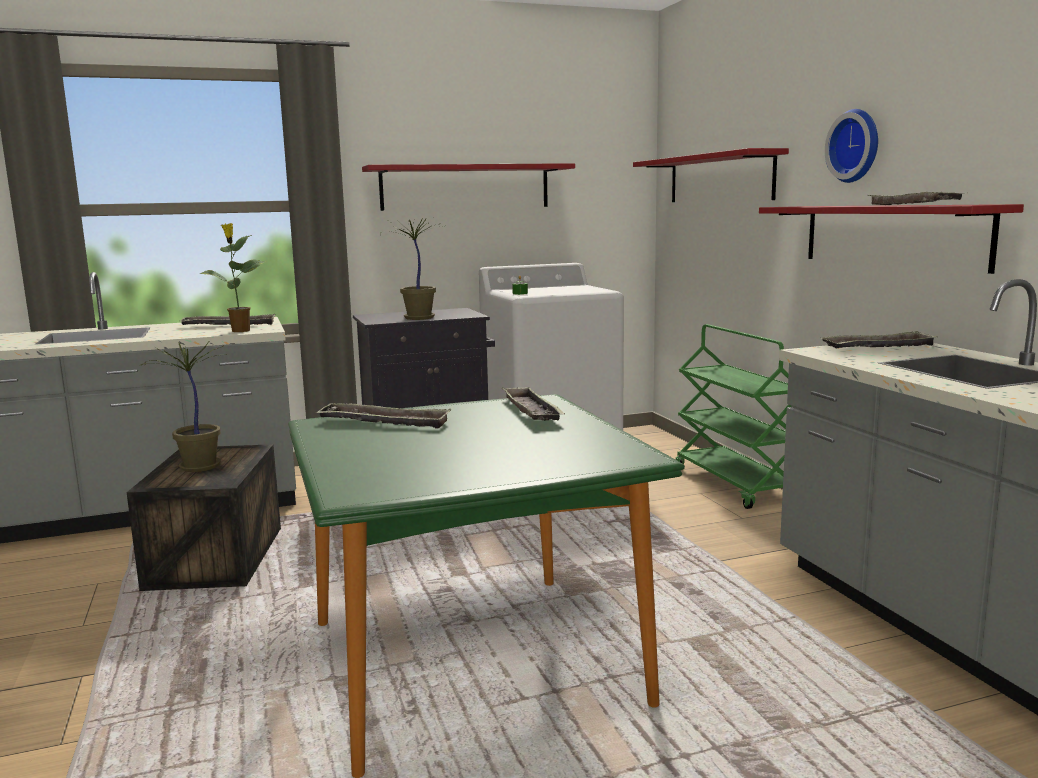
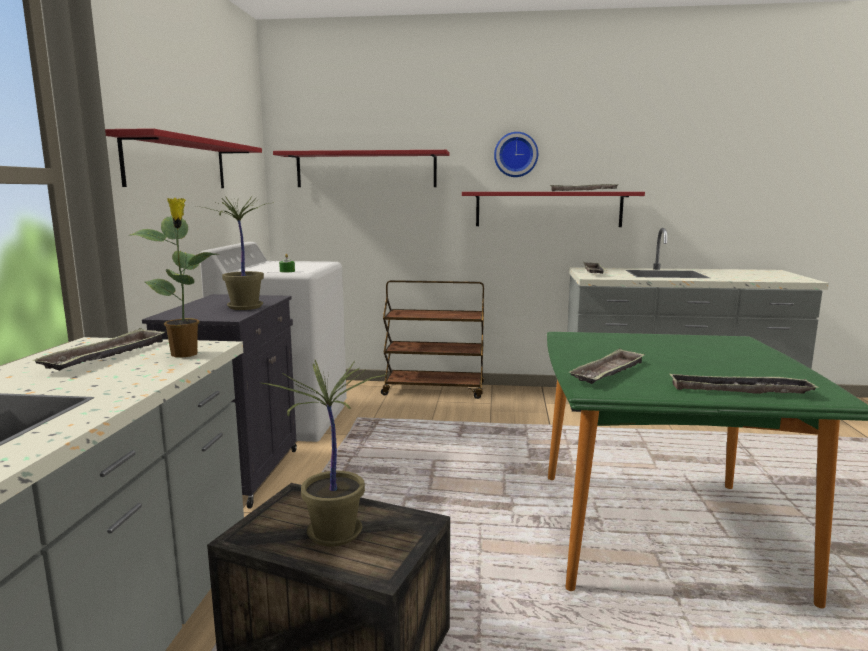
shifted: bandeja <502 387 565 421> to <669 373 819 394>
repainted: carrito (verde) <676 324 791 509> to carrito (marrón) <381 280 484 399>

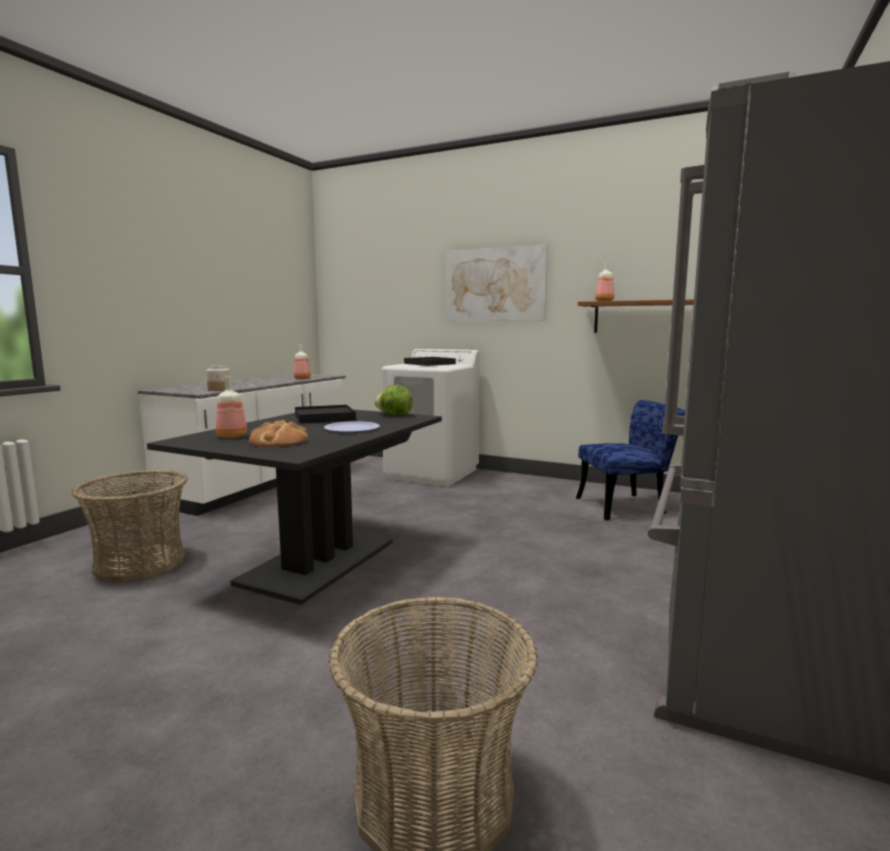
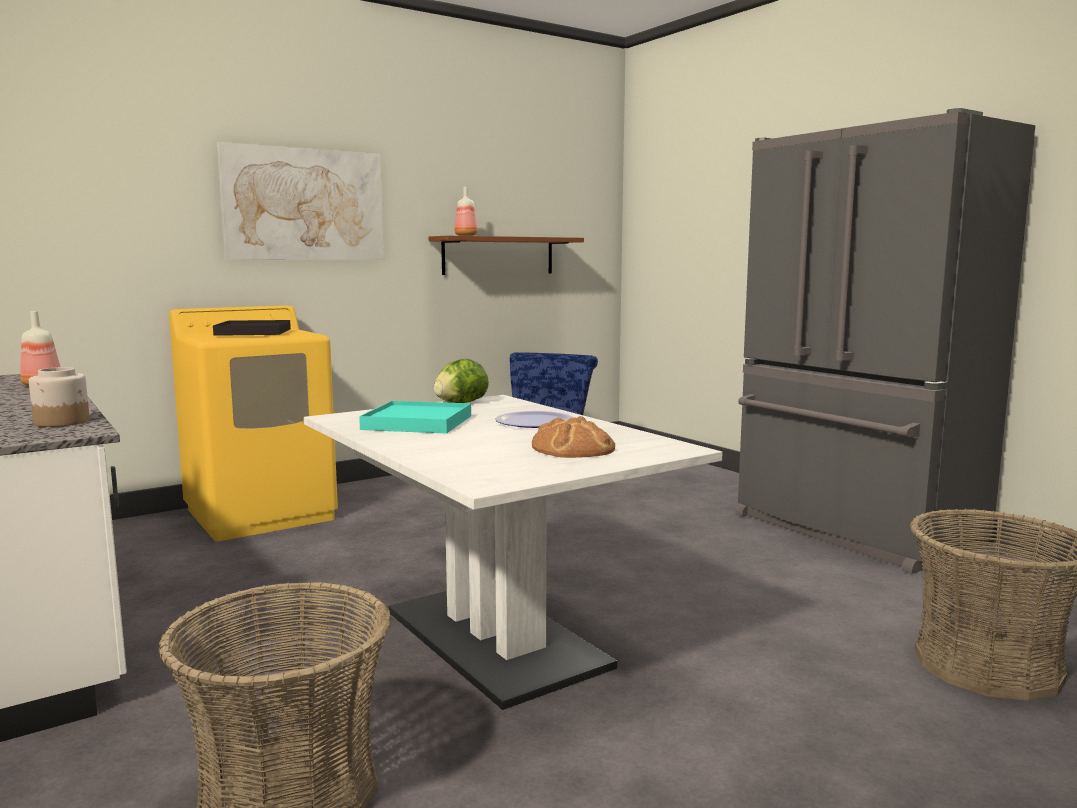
gone: botella <216 376 247 438>
repainted: mesa de comedor (negro) <147 409 442 605> to mesa de comedor (blanco) <304 395 722 710>; bandeja (negro) <295 405 356 424> to bandeja (turquesa) <359 401 471 434>; lavadora (blanco) <381 349 479 487> to lavadora (amarillo) <169 305 338 541>

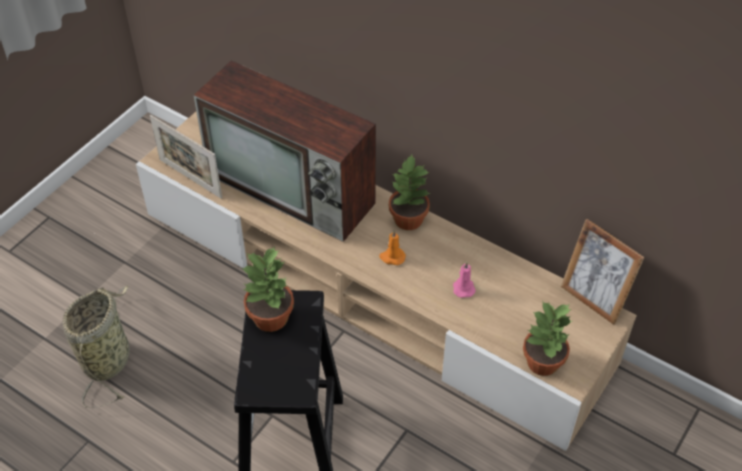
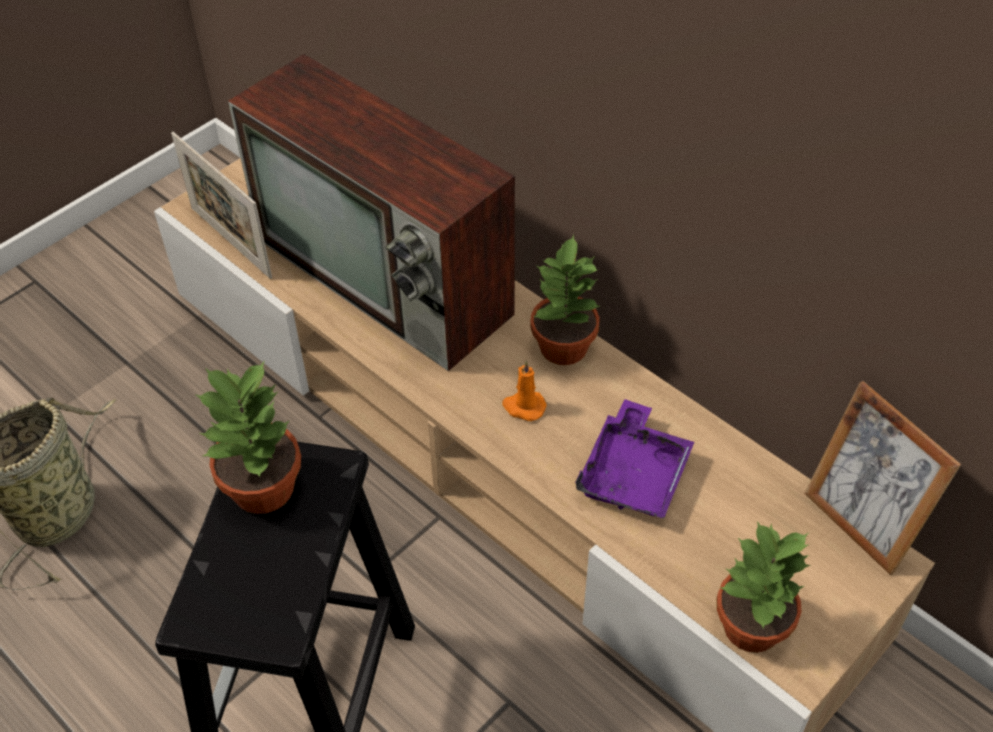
swapped: vela (rosa) <453 262 476 298> to bandeja (morado) <575 399 694 519>

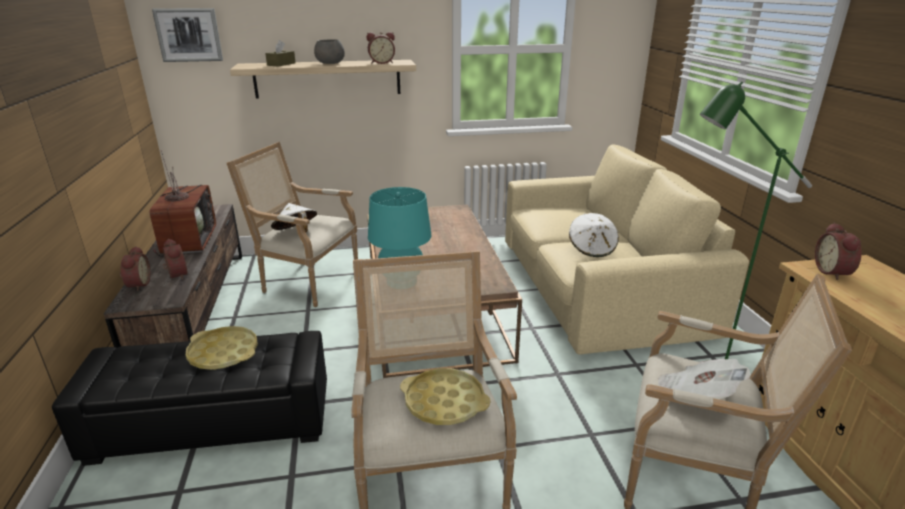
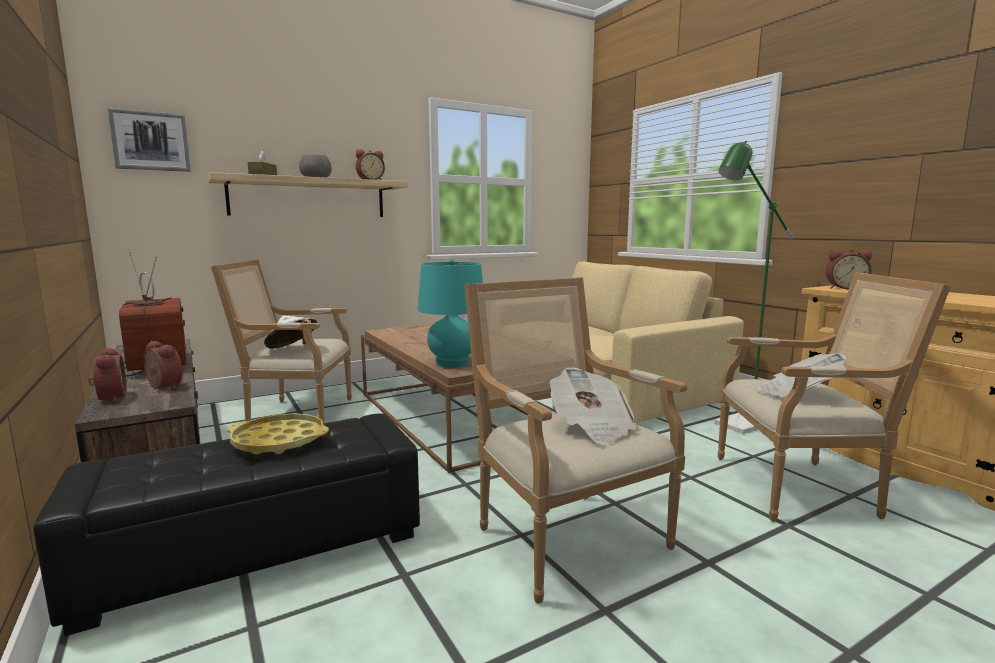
gone: sombrero (blanco) <569 213 619 257>
swapped: bandeja (amarillo) <400 368 491 425> to periódico <549 367 637 445>
rotated: despertador <815 223 862 280> = <826 249 872 289> 60 degrees counterclockwise

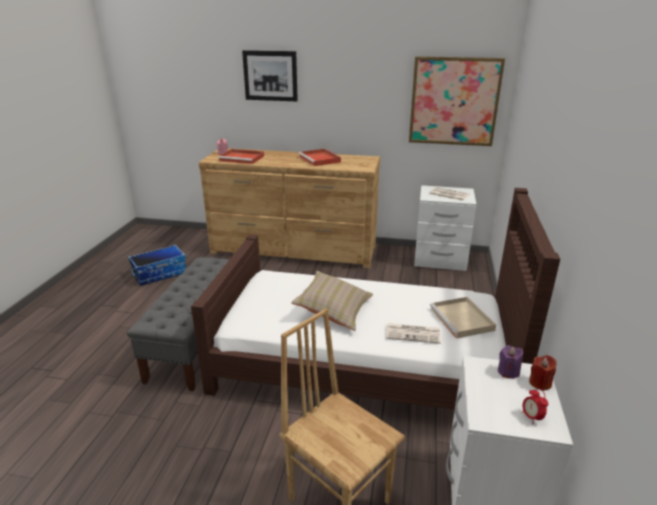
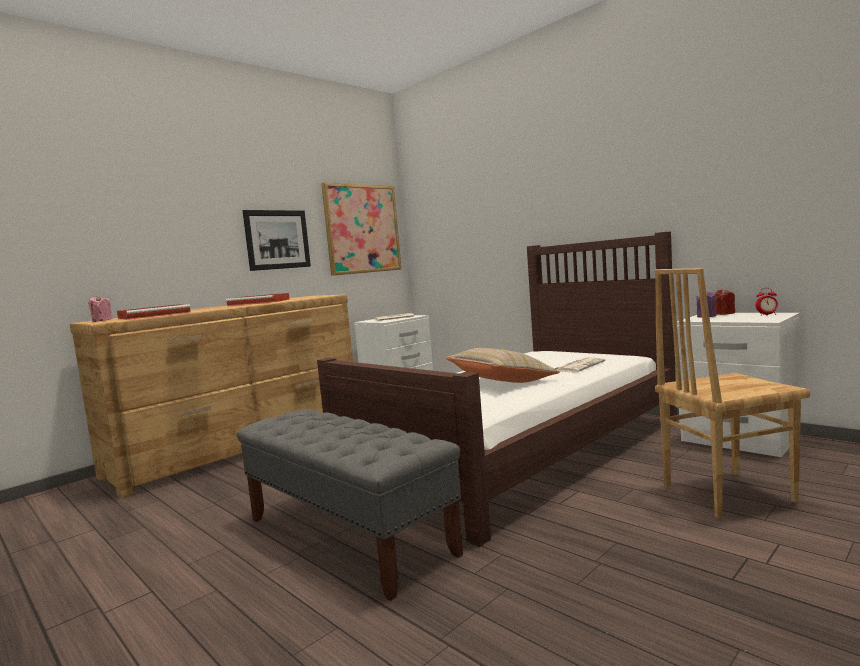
gone: caja de almacenaje <128 245 186 286>; bandeja (beis) <430 297 496 339>
shifted: cuadro <242 50 298 101> to <242 210 311 271>

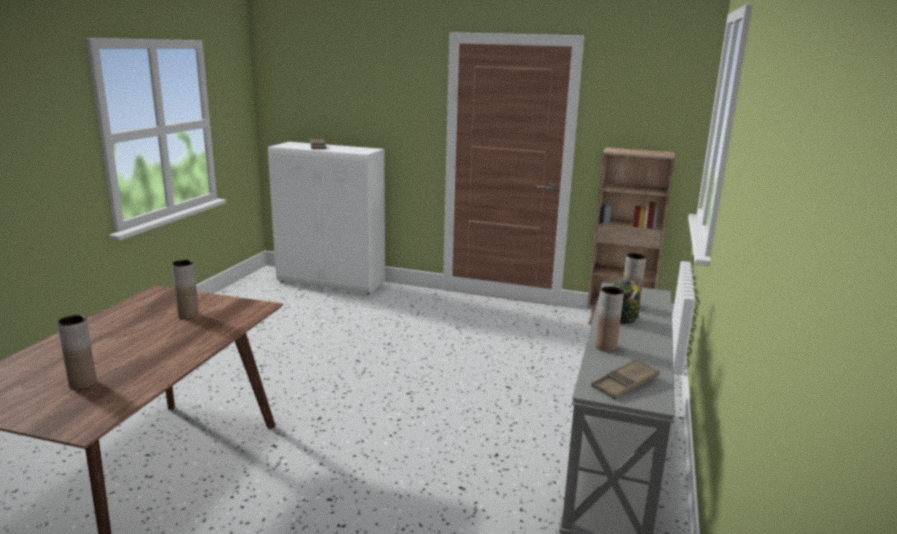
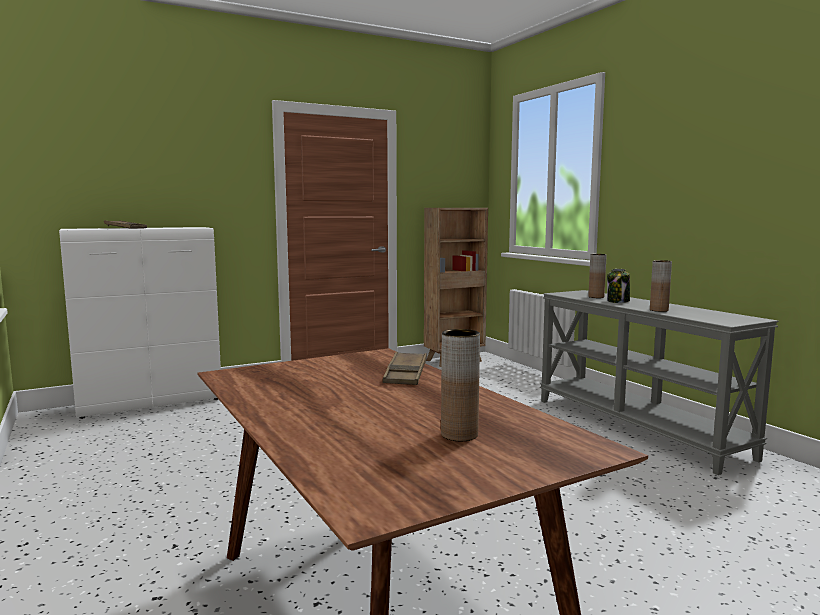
gone: florero (marrón) <172 260 199 319>
shifted: bandeja (marrón) <591 359 660 399> to <383 352 427 385>

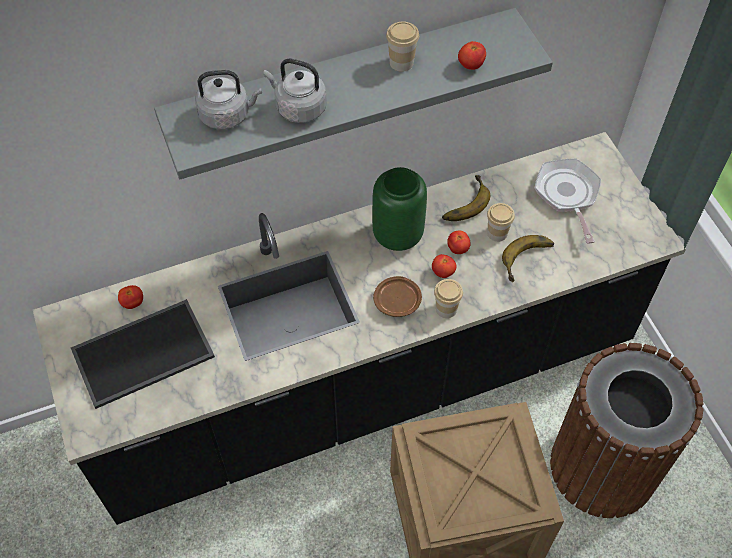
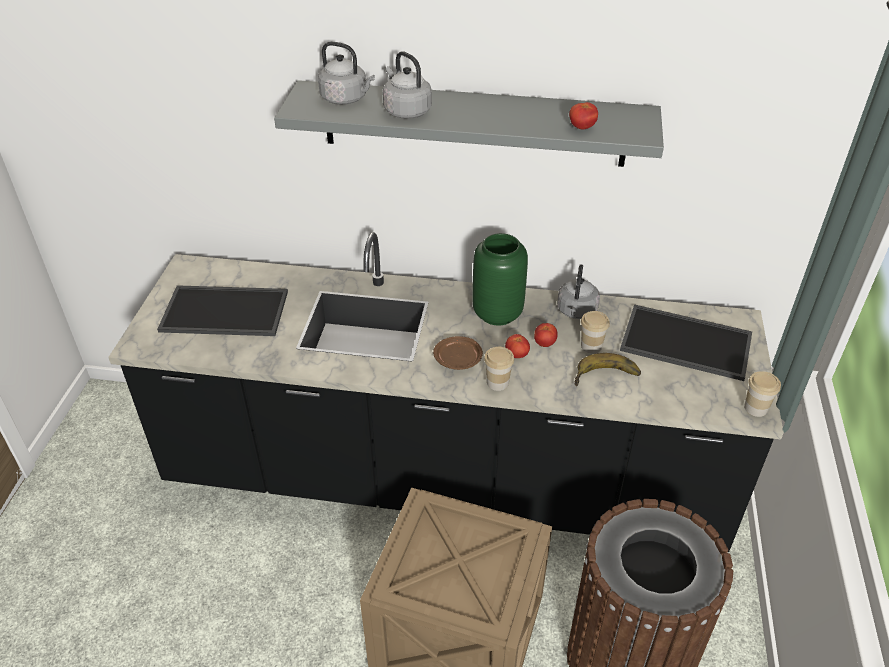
gone: tomate <118 285 143 309>
shifted: taza <386 21 419 72> to <744 371 781 417>
swapped: plátano <442 175 490 221> to hervidor (gris) <557 264 600 319>; sartén <535 159 601 244> to bandeja <620 304 752 381>

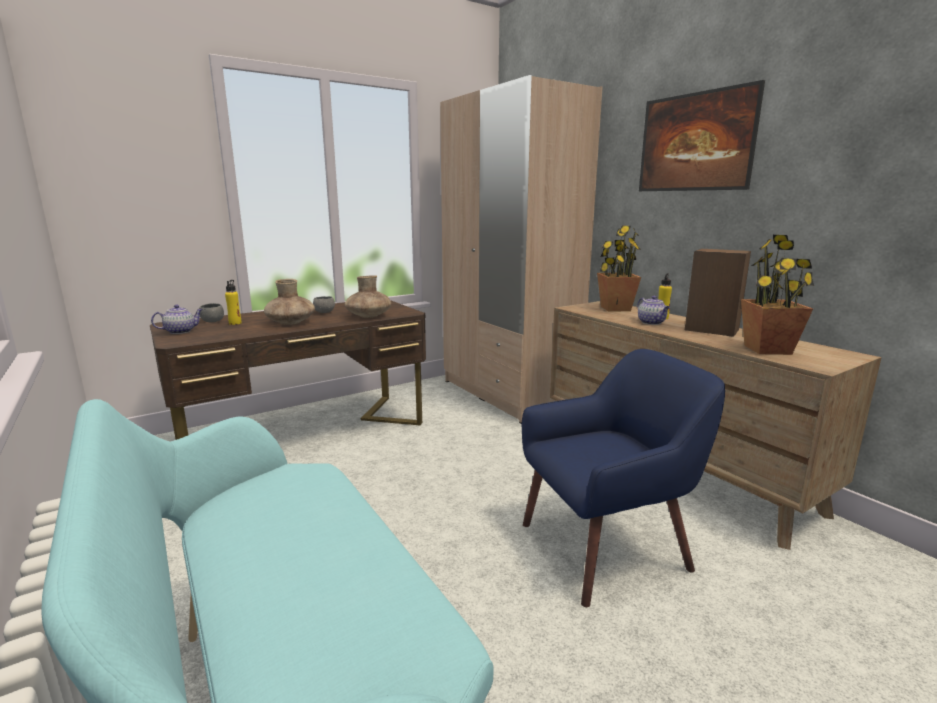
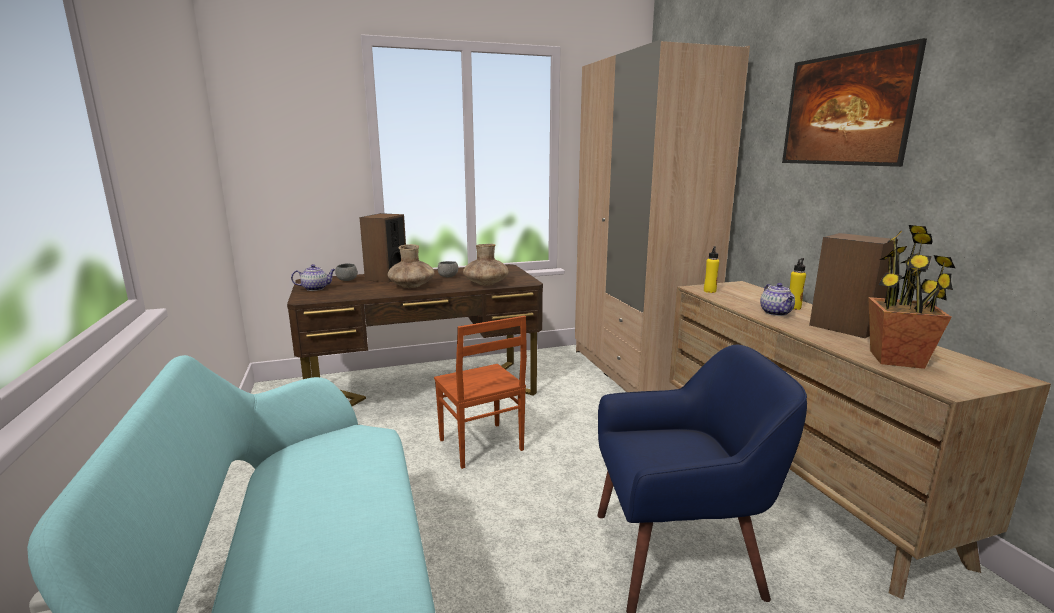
gone: planta en maceta <597 225 641 312>
new: altavoz <359 213 406 282>; silla (marrón) <434 315 527 469>
shifted: botella (amarillo) <225 280 242 325> to <704 246 719 293>

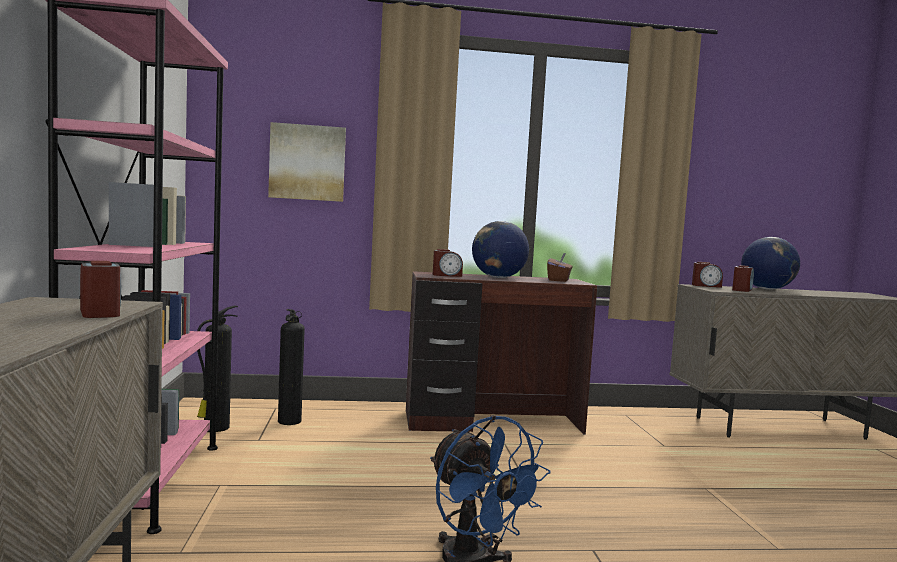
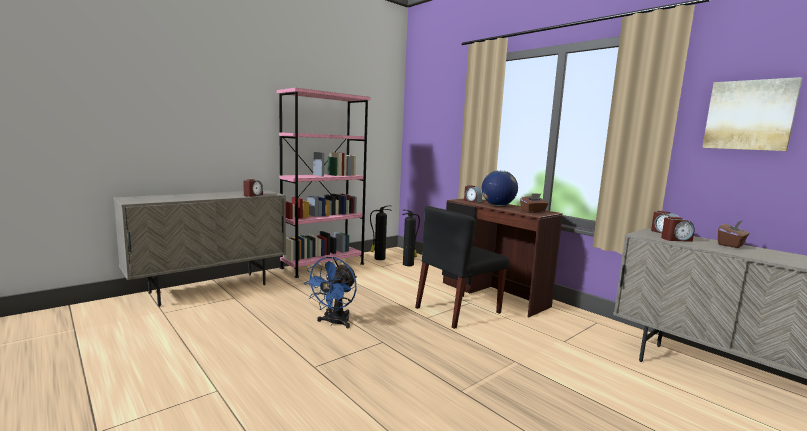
new: silla (negro) <415 206 509 329>
shifted: cuadro <268 122 346 202> to <702 77 802 151>
swapped: globo terráqueo <741 237 800 290> to caja de pañuelos (marrón) <718 220 750 248>

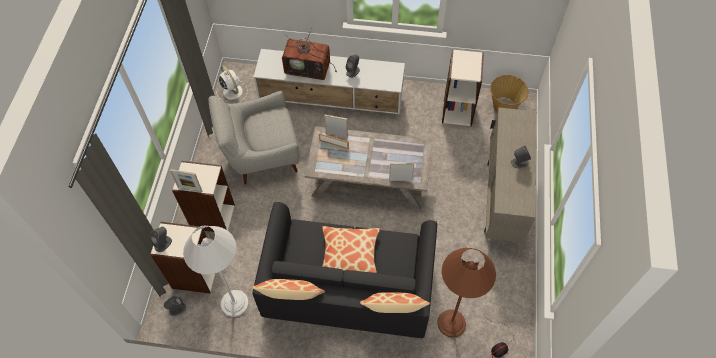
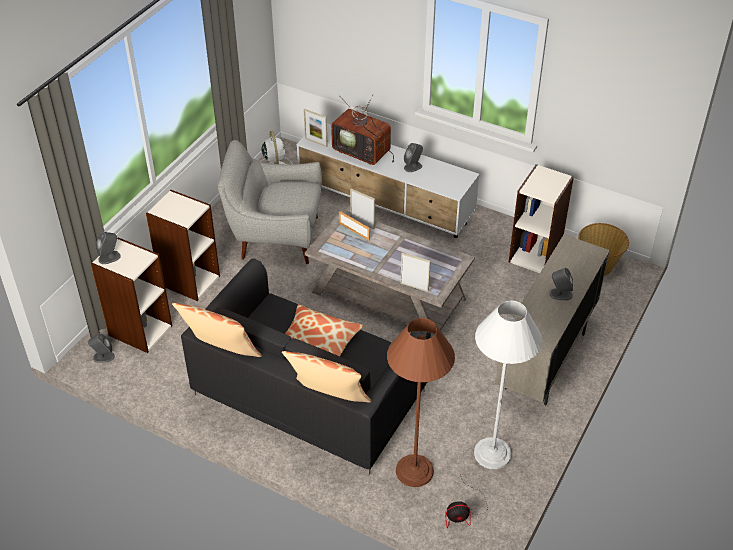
shifted: portarretratos <170 169 202 192> to <304 109 328 147>; lámpara de pie (blanco) <183 226 249 317> to <474 300 542 469>

